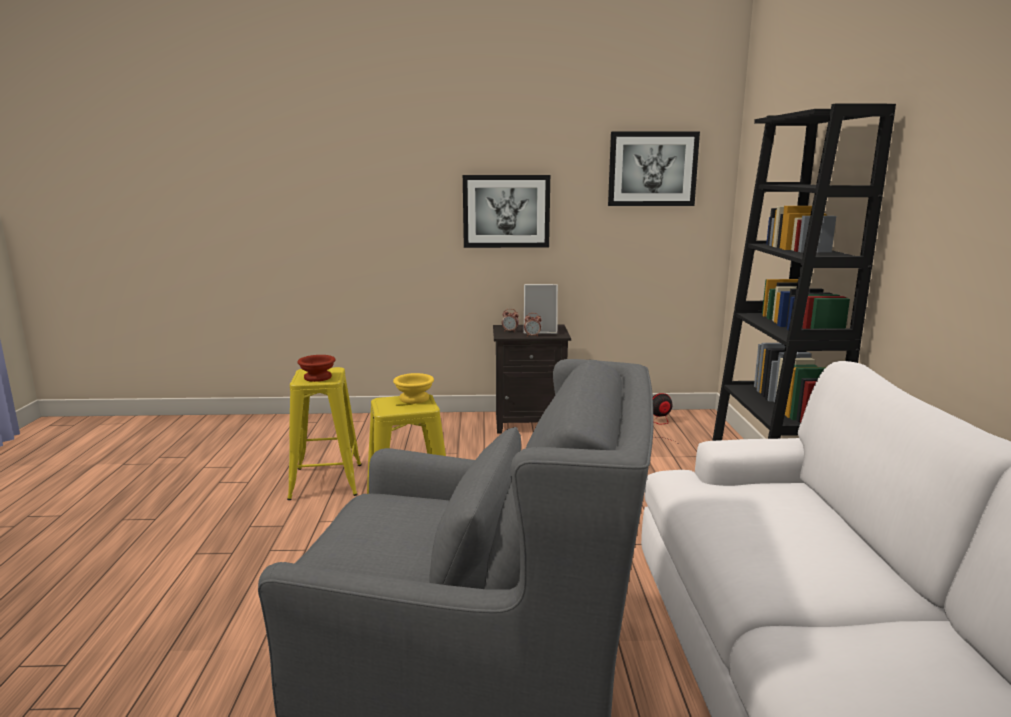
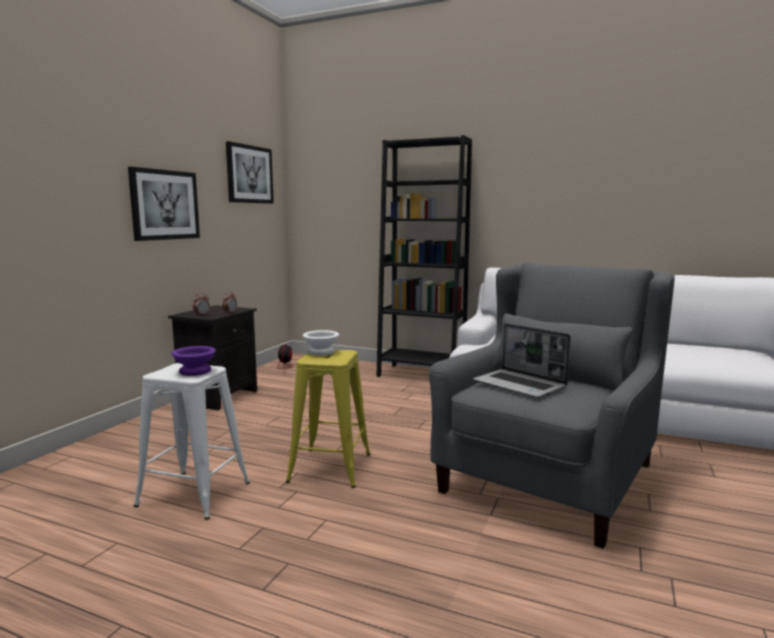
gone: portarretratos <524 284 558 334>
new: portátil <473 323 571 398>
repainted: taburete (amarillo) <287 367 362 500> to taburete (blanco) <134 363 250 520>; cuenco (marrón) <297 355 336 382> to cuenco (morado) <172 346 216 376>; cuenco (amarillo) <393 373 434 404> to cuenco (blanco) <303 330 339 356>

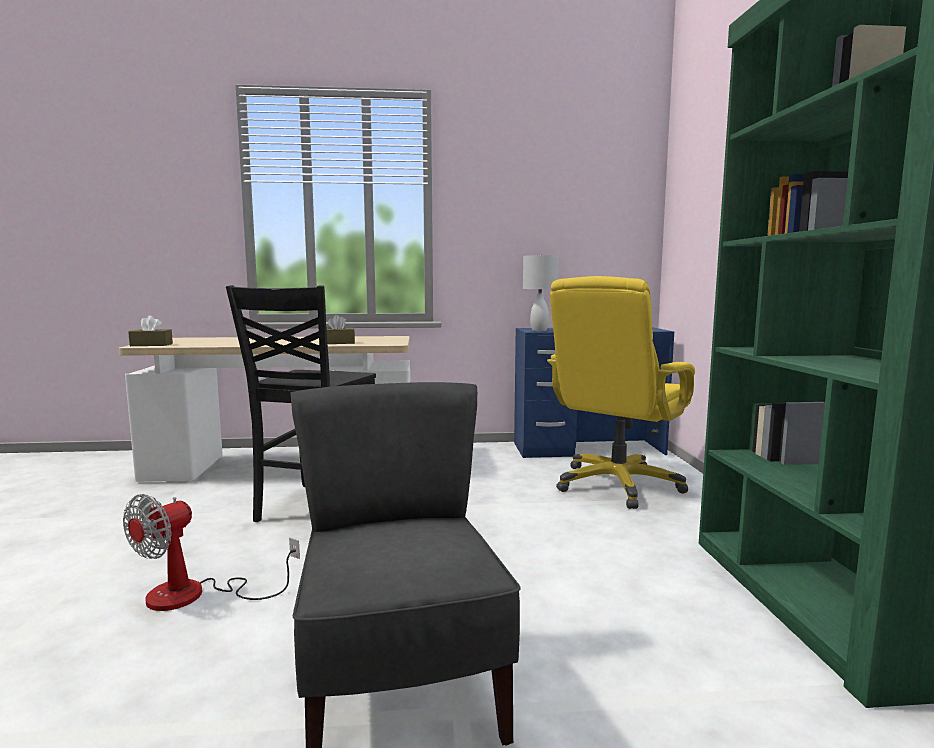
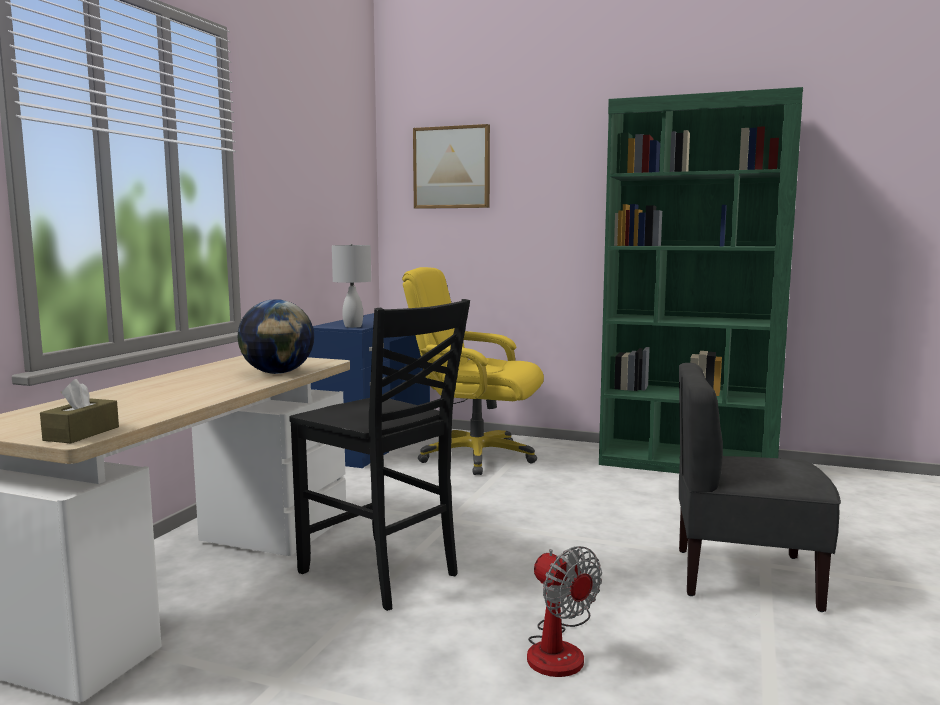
new: cuadro <413 124 490 209>
swapped: caja de pañuelos (marrón) <327 315 355 344> to globo terráqueo <238 299 314 374>
rotated: silla de oficina (amarillo) <547 276 695 509> = <402 267 544 475> 135 degrees clockwise

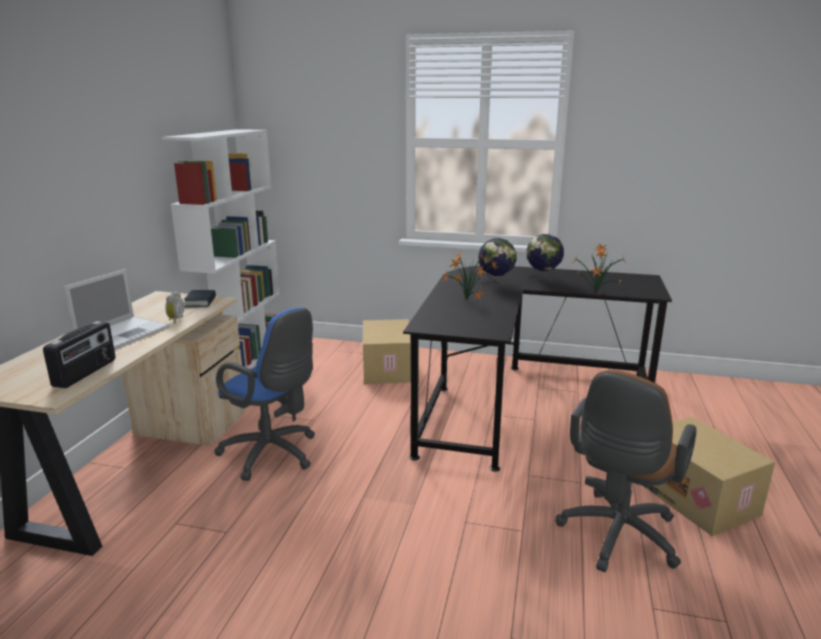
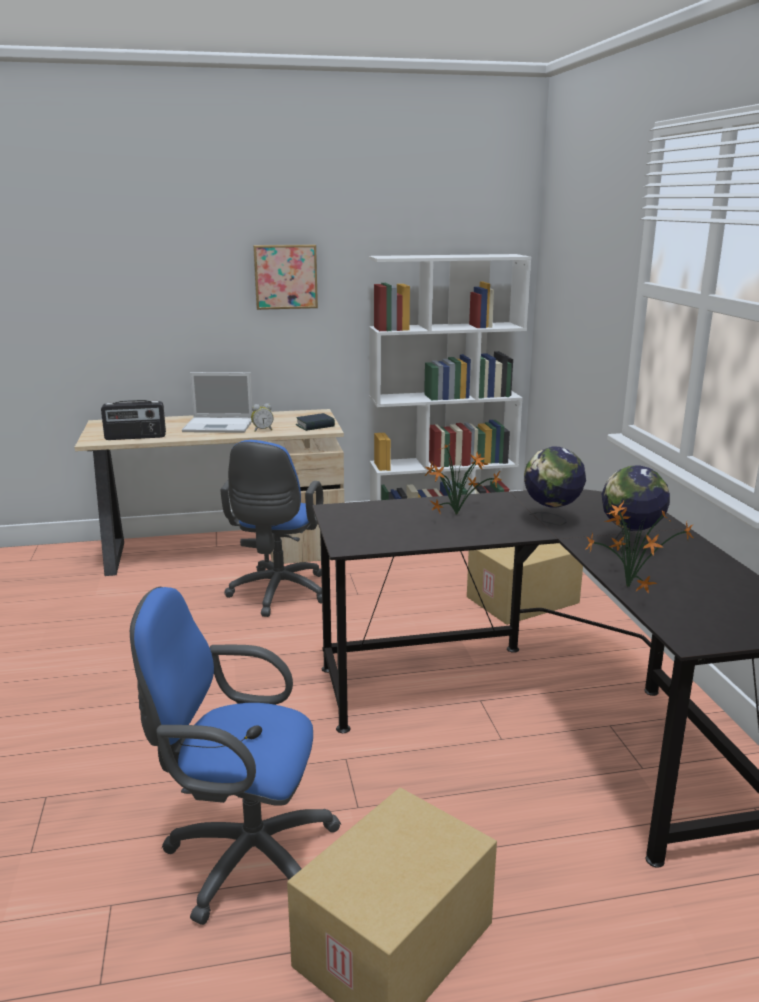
new: cuadro <253 244 318 310>
repainted: silla de oficina (marrón) <556 370 696 572> to silla de oficina (azul) <130 587 341 925>

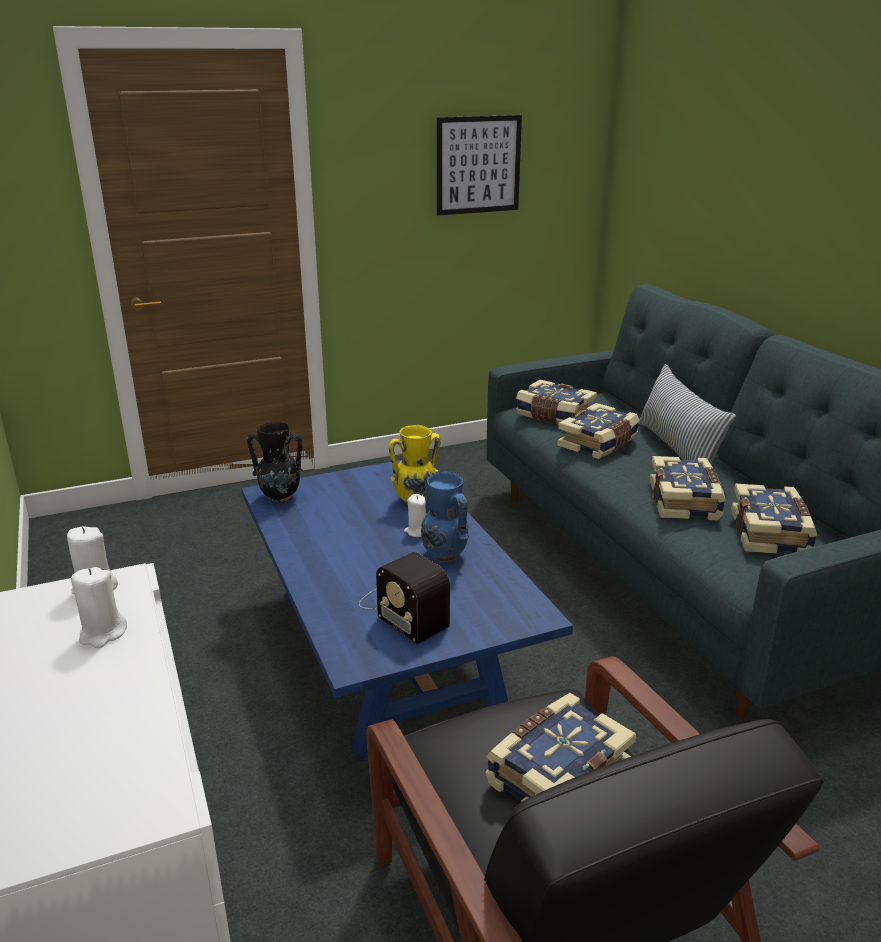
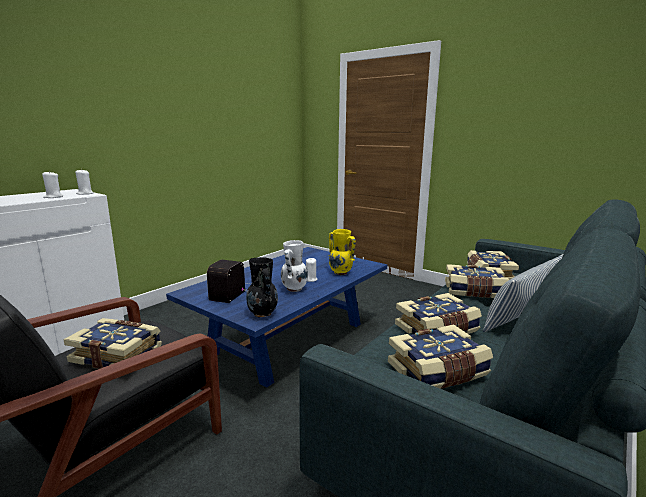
gone: cuadro <437 115 522 215>
shifted: florero (negro) <247 422 304 502> to <246 257 278 317>
repainted: florero (azul) <421 472 469 562> to florero (blanco) <281 240 308 292>

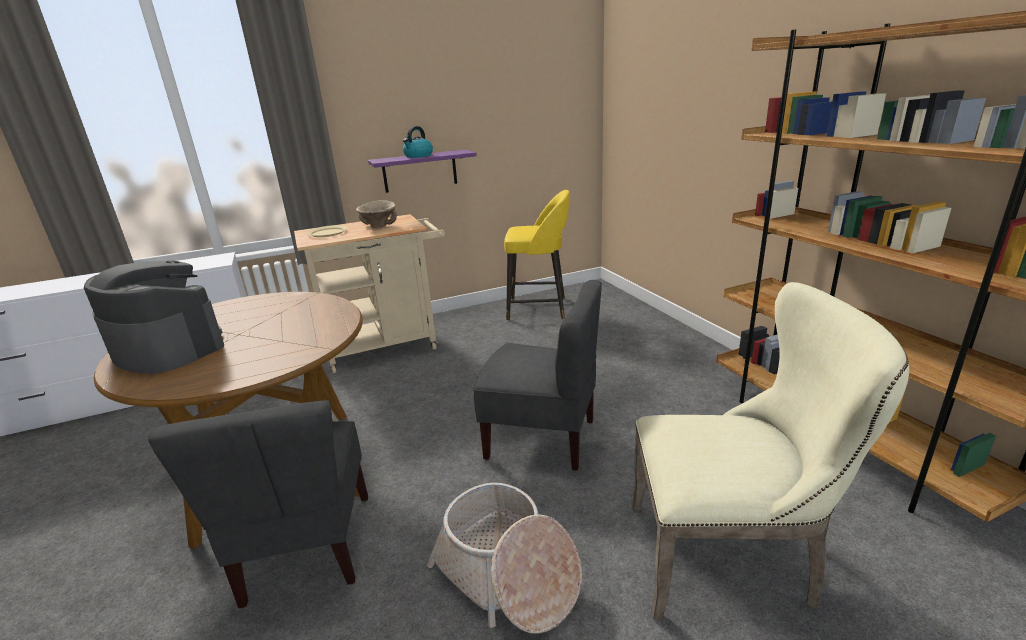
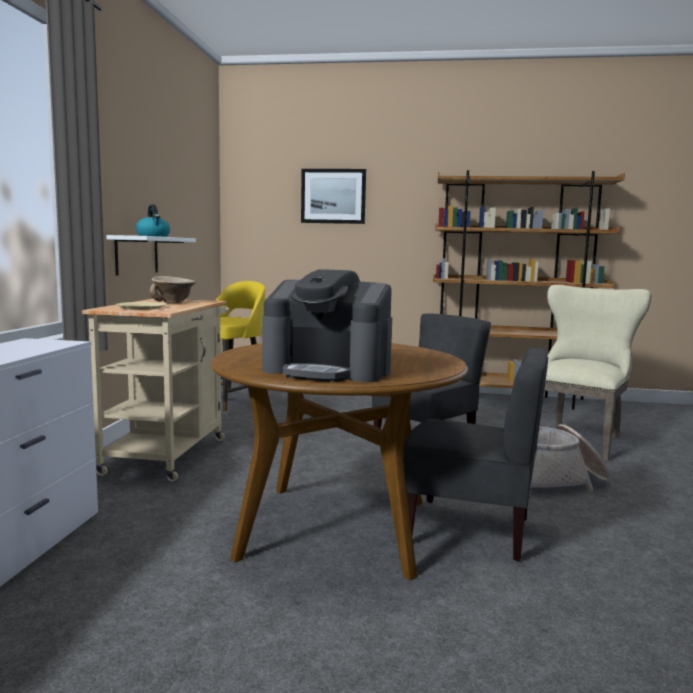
new: cuadro <301 169 366 224>
repainted: estante (morado) <368 150 477 193> to estante (blanco) <106 235 196 276>
rotated: cafetera <84 261 224 373> = <262 269 392 382> 135 degrees counterclockwise

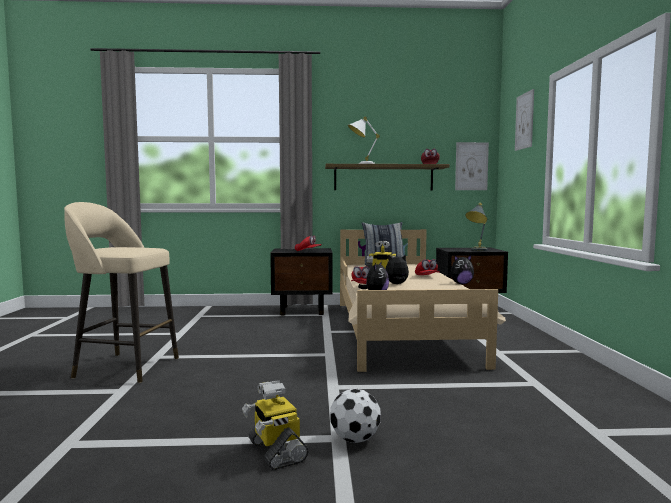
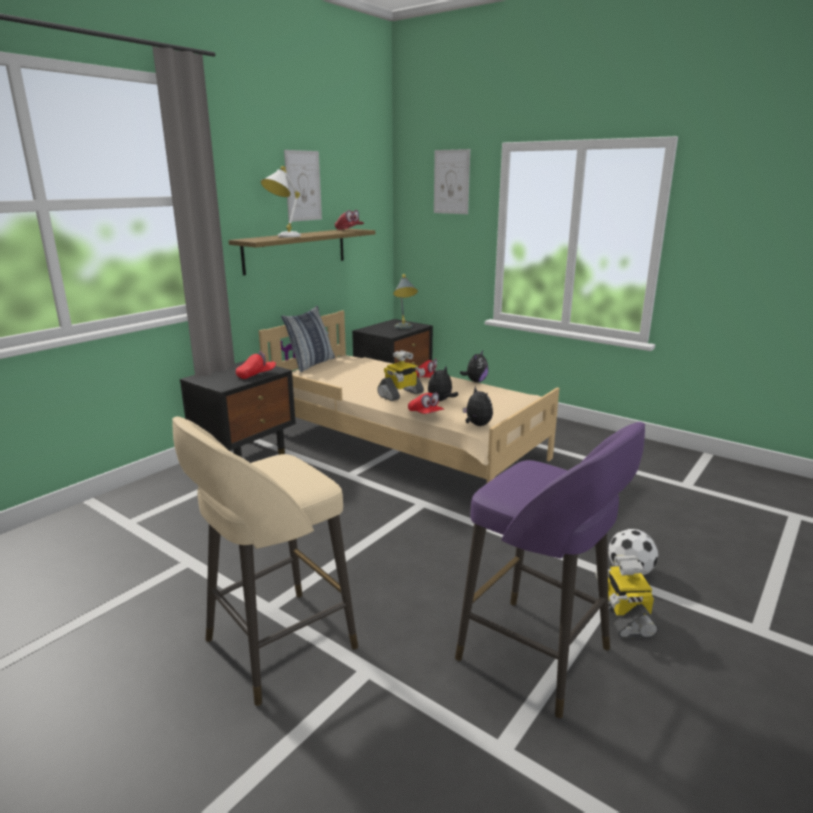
new: taburete (morado) <455 422 645 719>
shifted: cuadro <455 142 489 190> to <284 150 322 222>
rotated: robot de juguete <242 381 308 470> = <595 555 659 639> 75 degrees clockwise

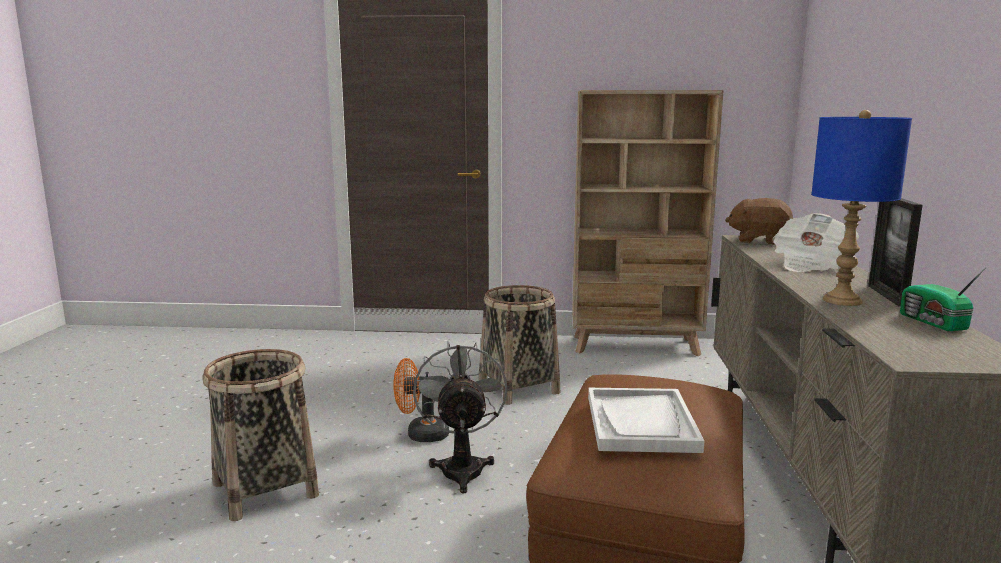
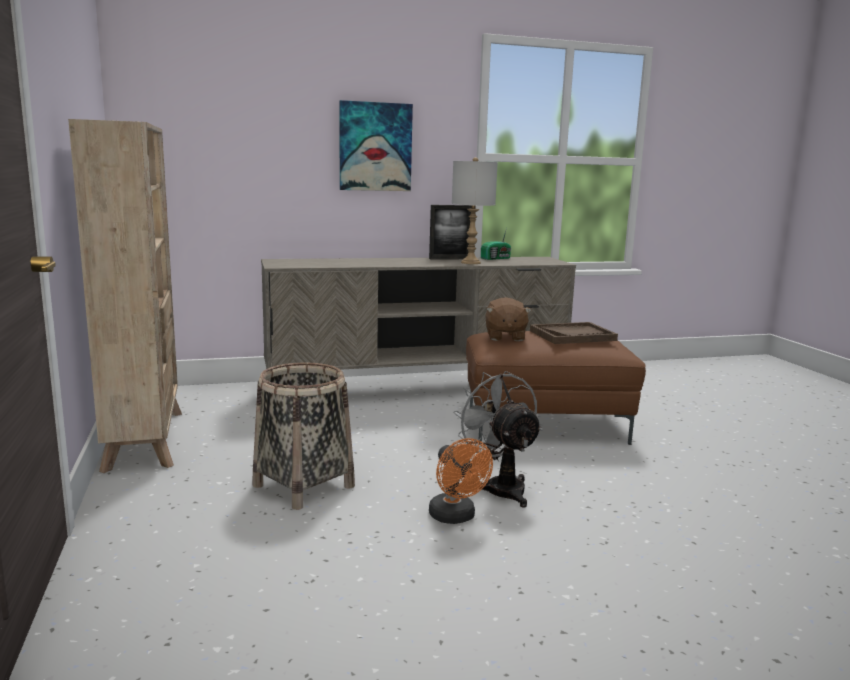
gone: cesta <203 349 319 521>; periódico <773 213 859 272>
new: cuadro <340 100 413 191>
shifted: peluche (marrón) <725 198 793 245> to <486 297 532 341>
repainted: bandeja (blanco) <588 388 704 453> to bandeja (marrón) <530 322 618 344>; lámpara de mesa (azul) <811 110 912 306> to lámpara de mesa (gris) <452 157 498 264>
rotated: ventilador (gris) <413 341 508 494> = <453 371 543 508> 90 degrees clockwise

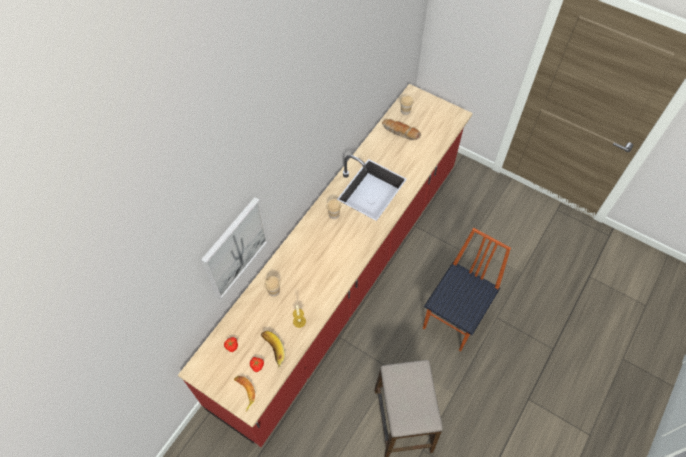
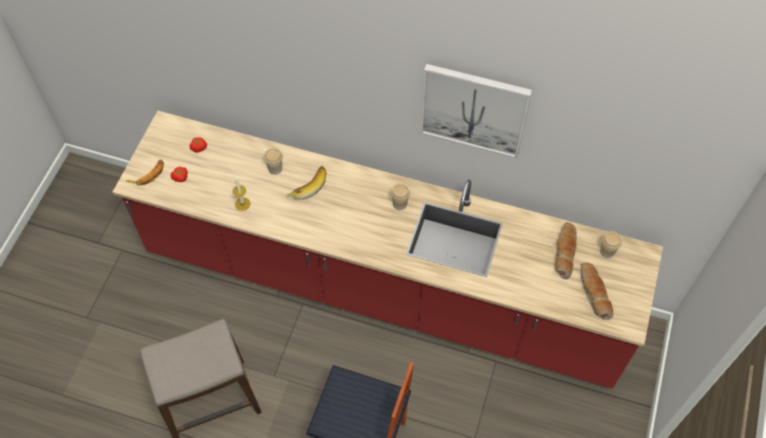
new: pan <581 263 613 320>
shifted: cuadro <201 197 268 300> to <420 64 532 159>; plátano <261 331 285 368> to <286 166 327 200>

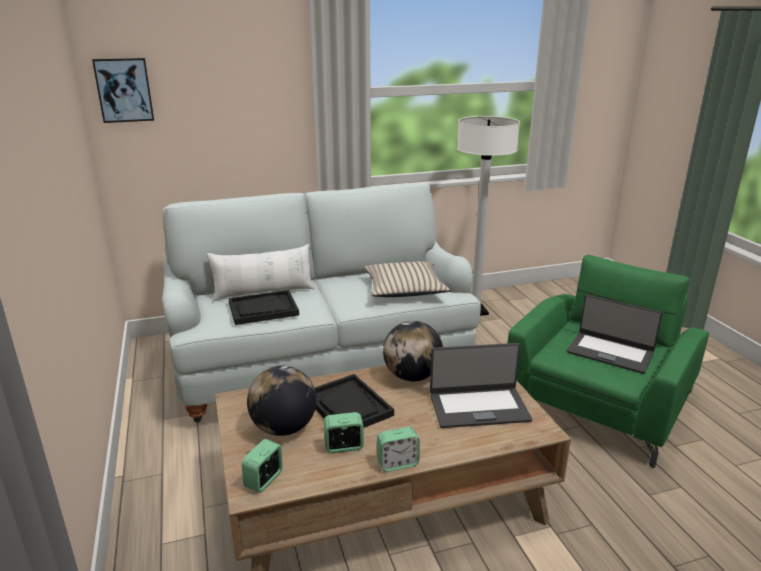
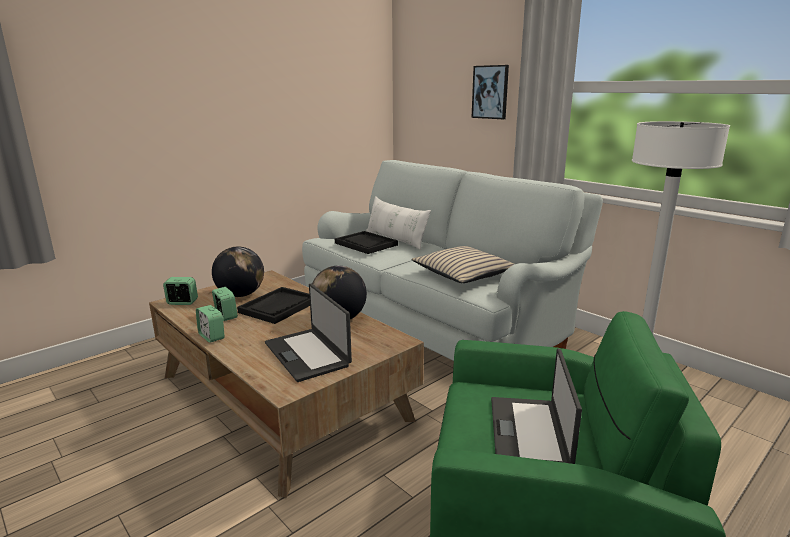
shifted: cuadro <92 58 154 123> to <471 65 509 119>

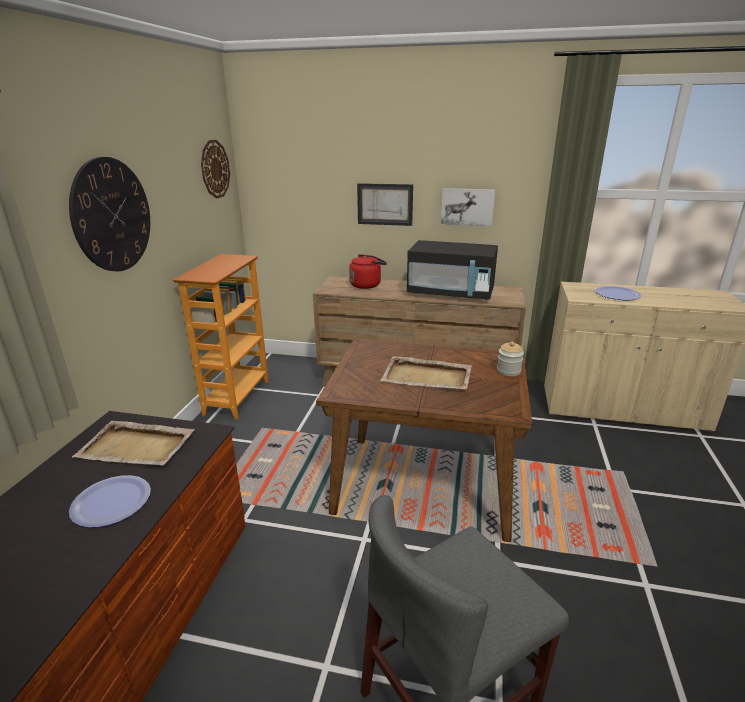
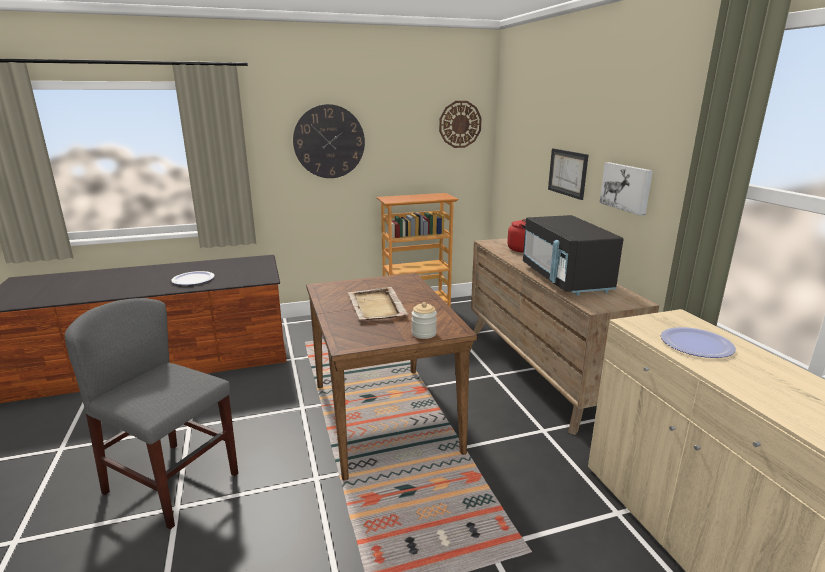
gone: bandeja (beis) <72 421 195 465>

